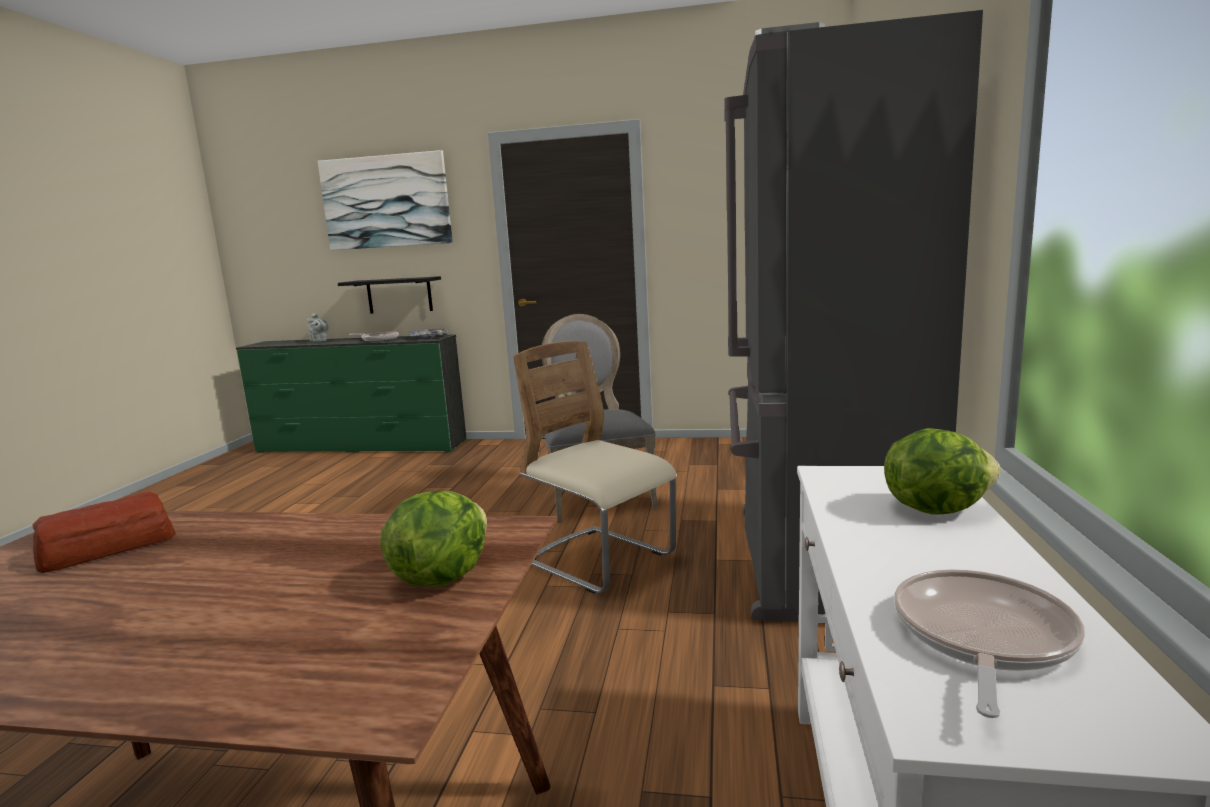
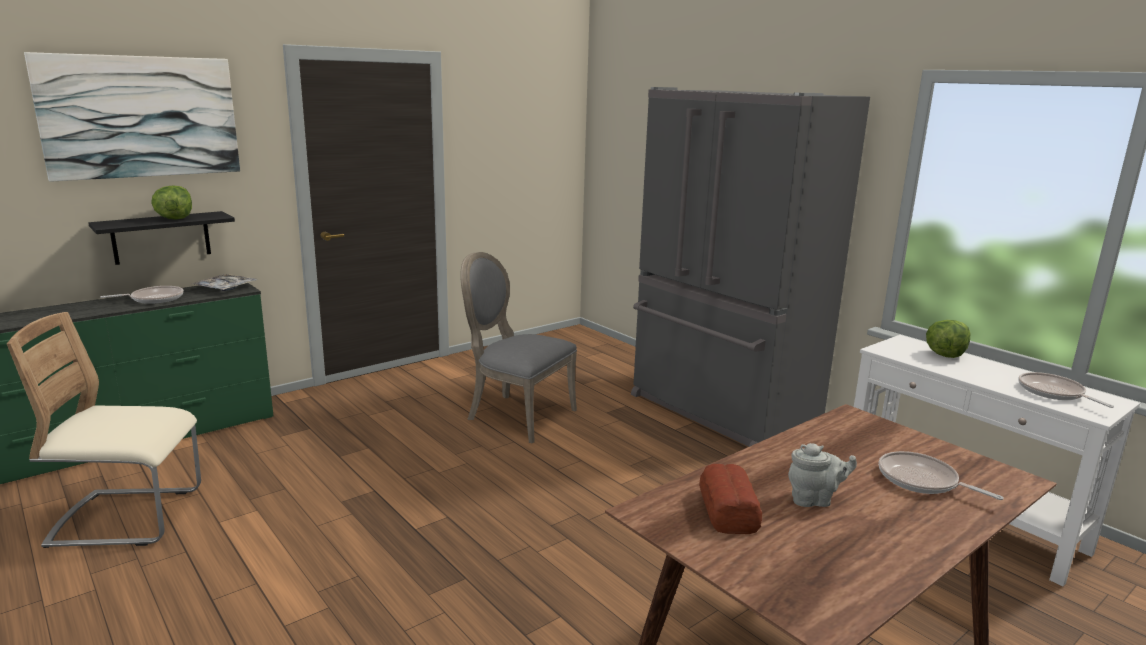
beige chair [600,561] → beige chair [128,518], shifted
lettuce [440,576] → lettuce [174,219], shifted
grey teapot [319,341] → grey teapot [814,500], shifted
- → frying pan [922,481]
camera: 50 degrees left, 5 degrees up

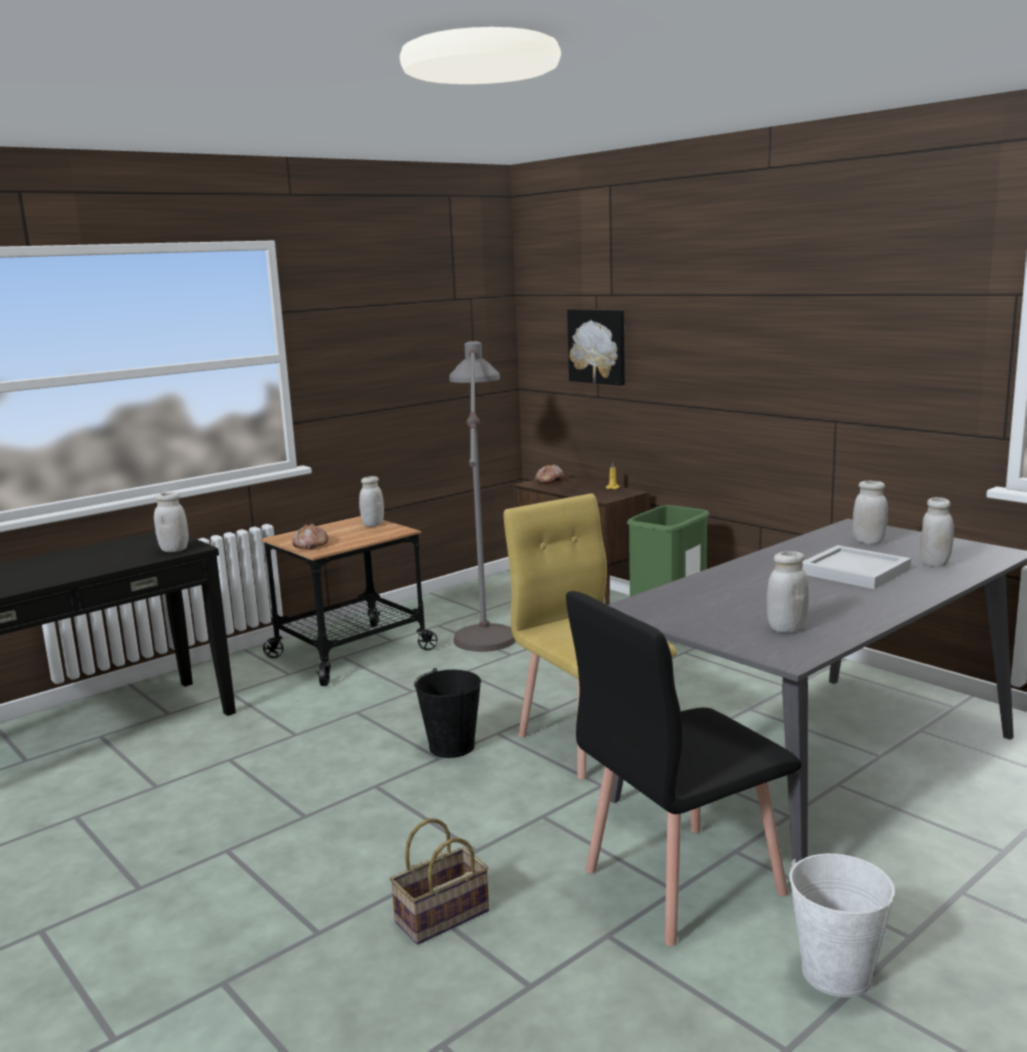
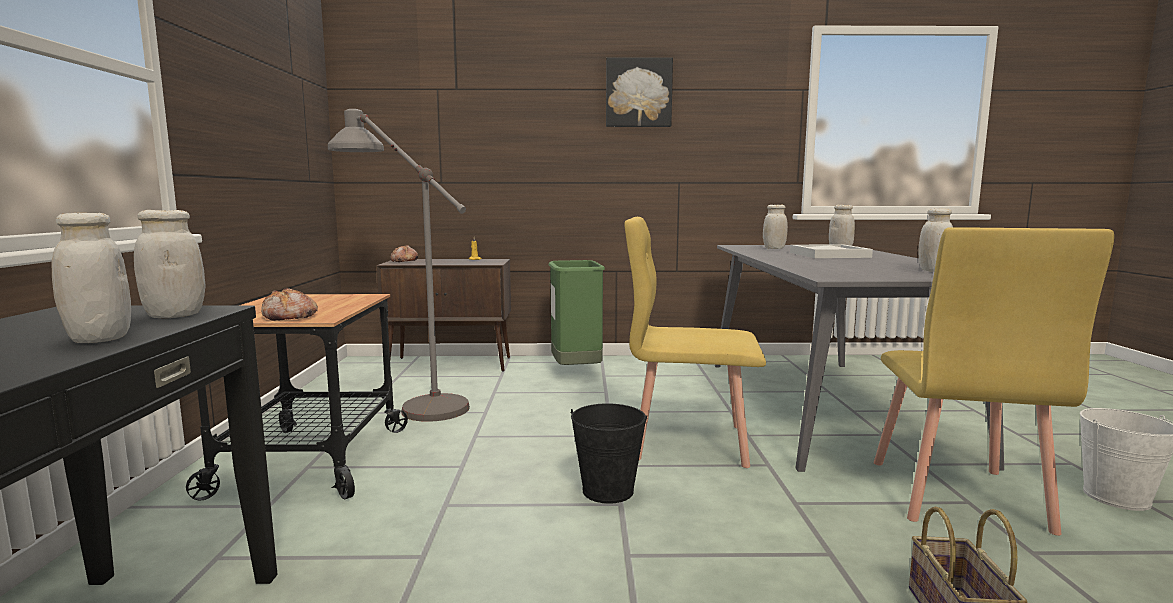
white jar [373,524] → white jar [99,339], shifted
picture [598,346] → picture [638,93], shifted
black chair [681,881] → yellow chair [955,495]
camera: 50 degrees left, 5 degrees down

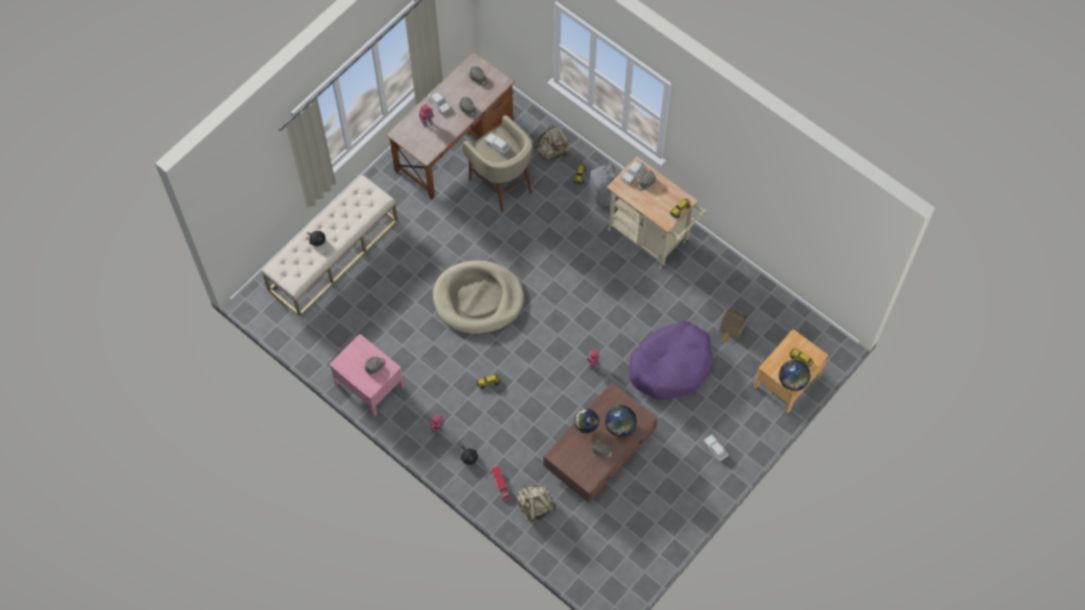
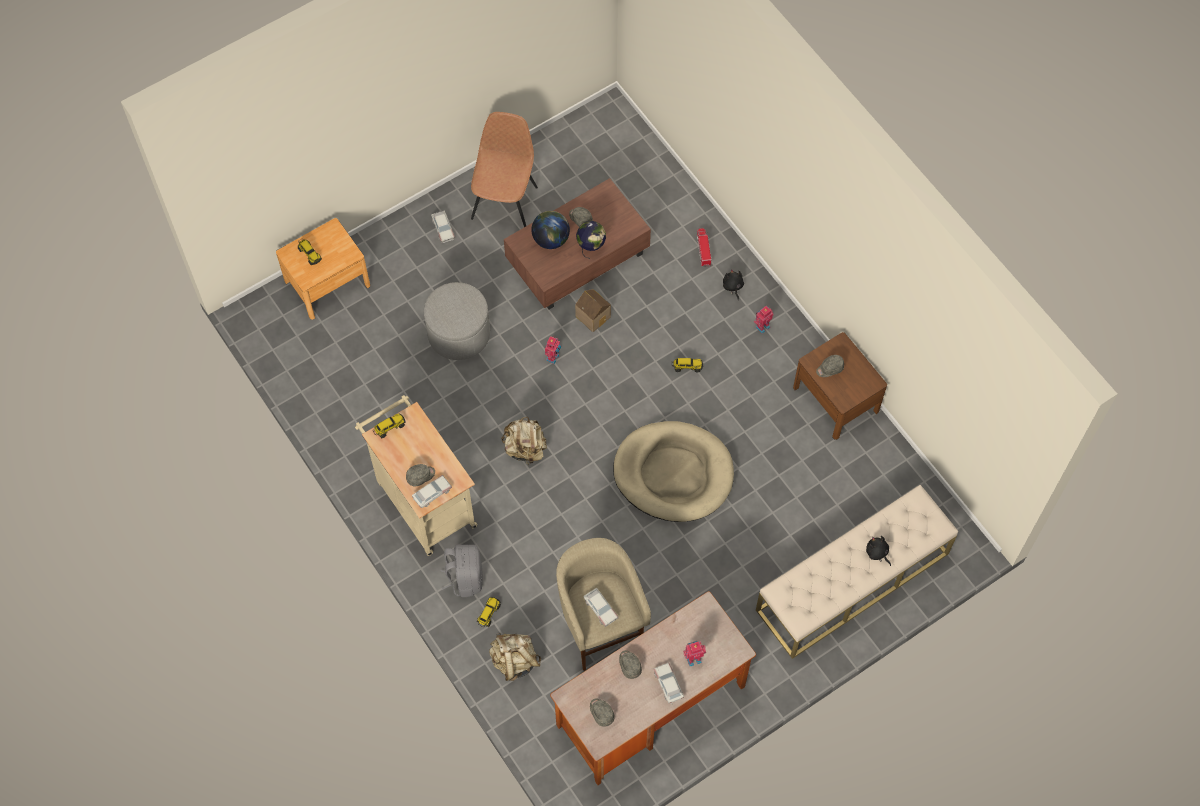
purple dog bed [671,365] → grey ottoman [459,333]
- → brown chair [505,201]
beige backpack [535,506] → beige backpack [525,449], shifted
toy house [732,329] → toy house [594,315], shifted
pink nightstand [369,384] → brown nightstand [836,399]
globe [792,381] → -
camera: 165 degrees left, 0 degrees up

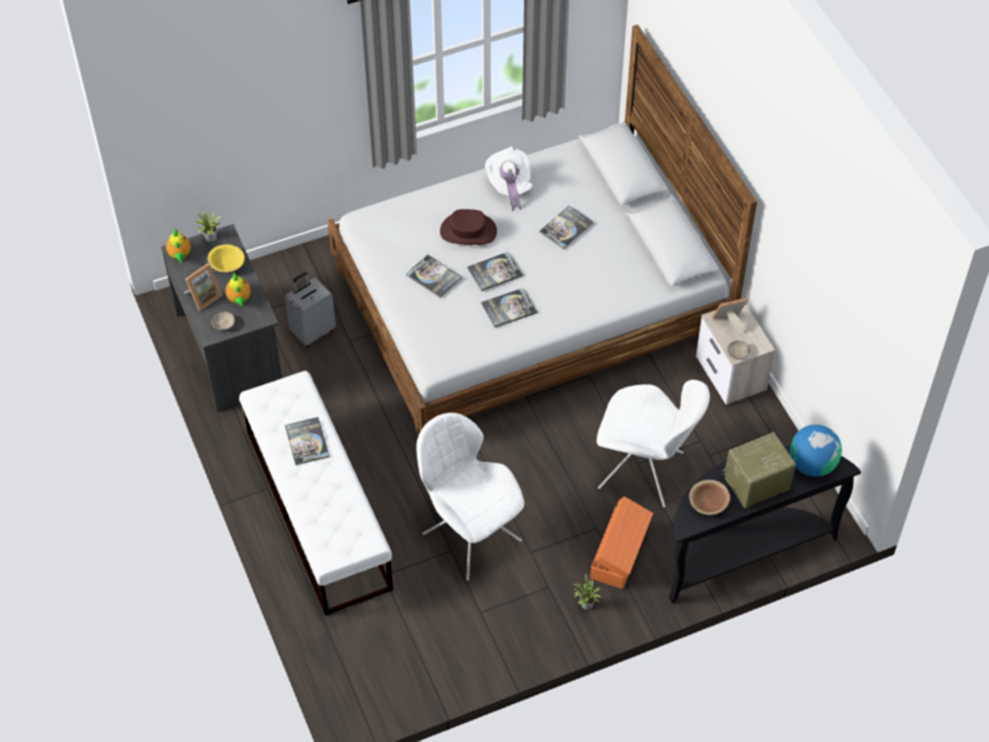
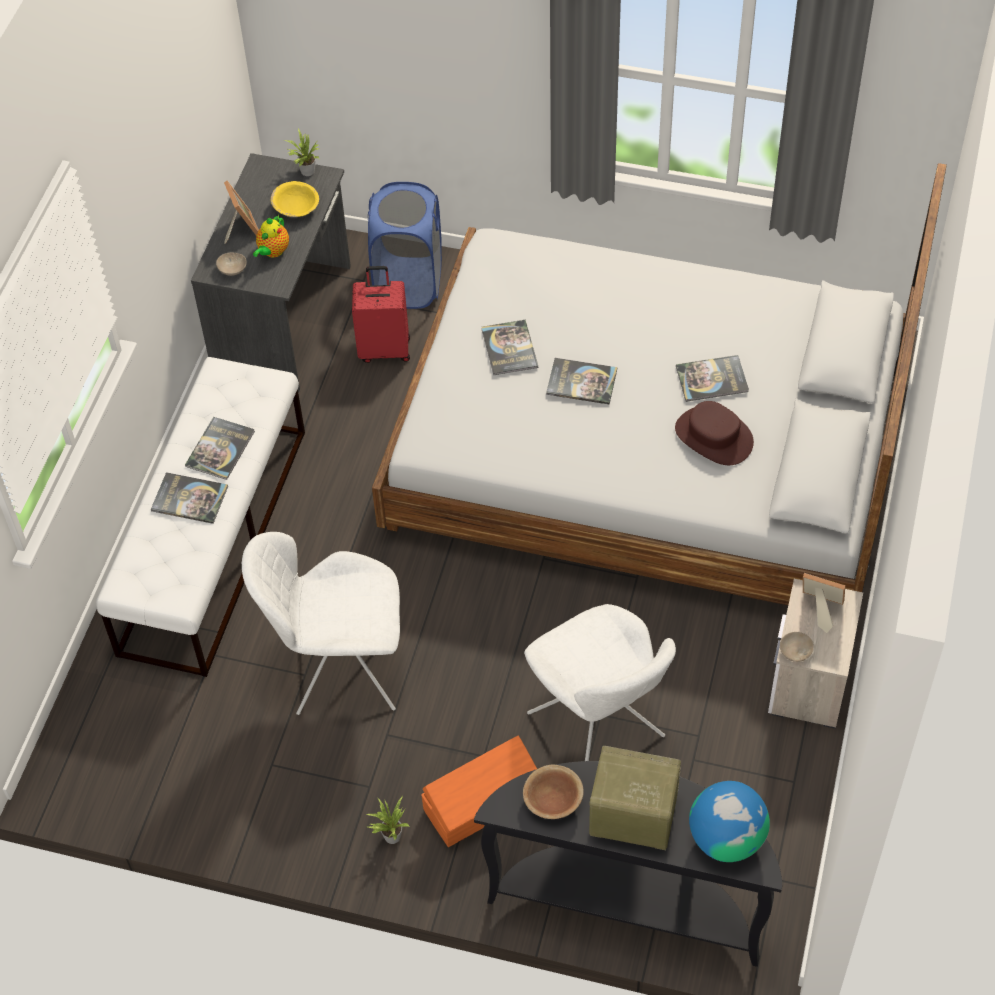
book [508,308] → book [189,499], shifted
picture frame [203,297] → picture frame [241,228], 105 degrees counterclockwise
white chair [469,534] → white chair [340,670], 90 degrees counterclockwise
grey suitcase [313,331] → red suitcase [385,349]
- → blue laundry basket [409,283]
brown hat [468,231] → brown hat [713,437], shifted
teapot [180,255] → -
white hat [509,186] → -
camera: 40 degrees right, 0 degrees up

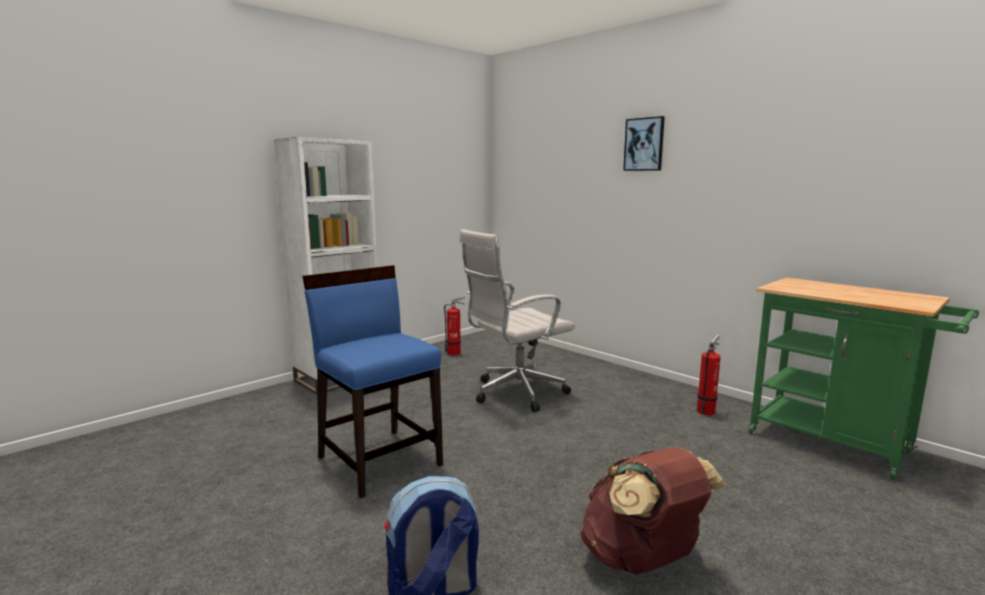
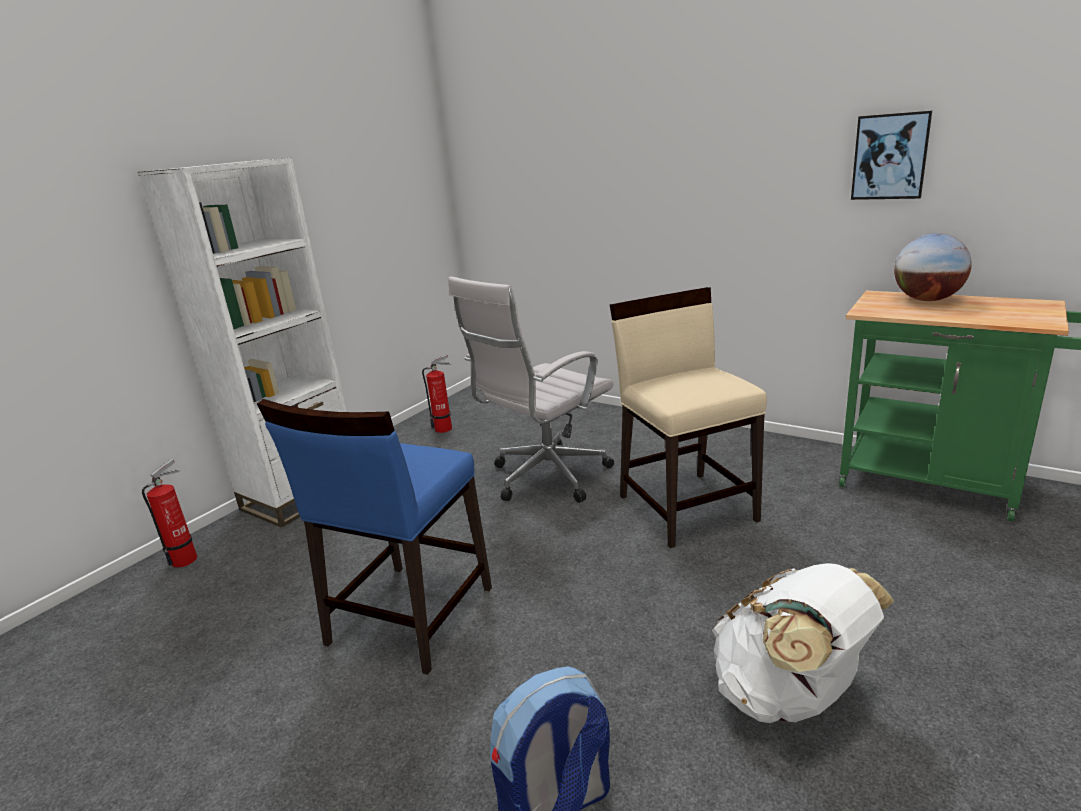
fire extinguisher [706,410] → fire extinguisher [187,558], shifted
blue chair [380,460] → blue chair [409,616], 105 degrees counterclockwise
- → beige chair [687,507]
brown backpack [642,560] → white backpack [788,695]
picture [644,144] → picture [890,156], shifted
- → globe [927,300]
camera: 10 degrees left, 10 degrees up

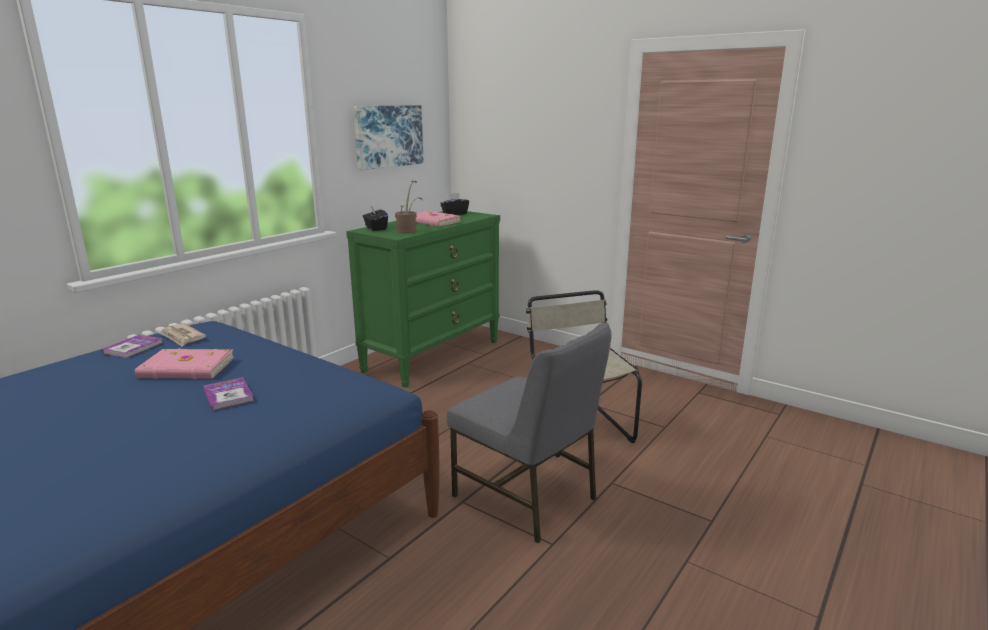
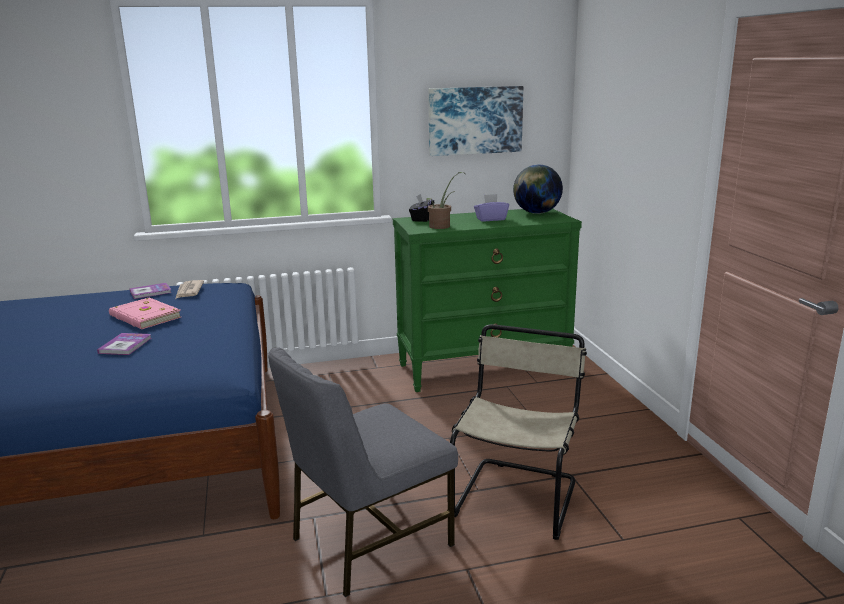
grey chair [527,497] → grey chair [368,541], 60 degrees clockwise
pink book [432,221] → purple tissue box [490,219]
black tissue box [454,214] → globe [536,213]
camera: 40 degrees right, 0 degrees up

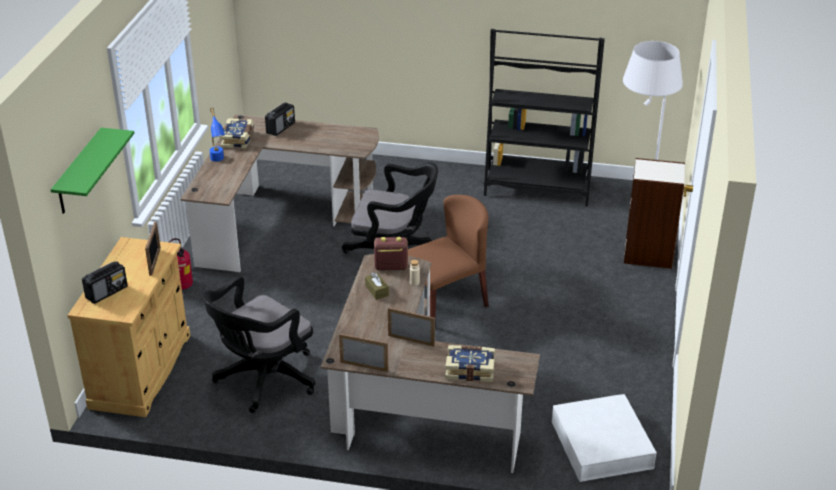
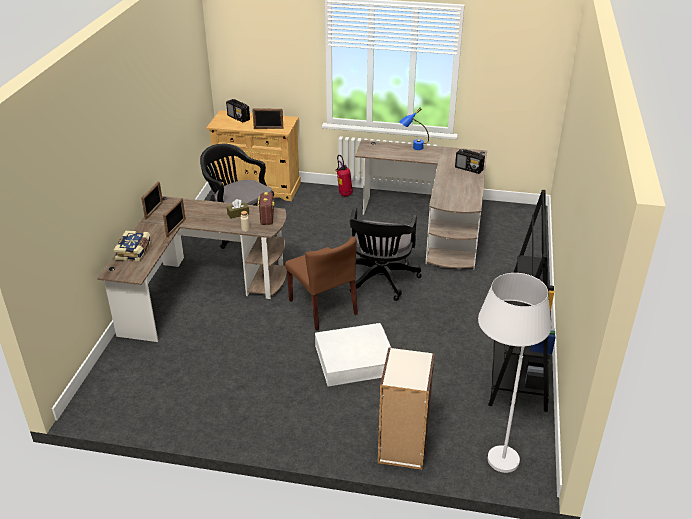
white storage box [601,444] → white storage box [354,360], shifted
green shelf [79,172] → -
book [238,139] → -
camera: 90 degrees right, 0 degrees up

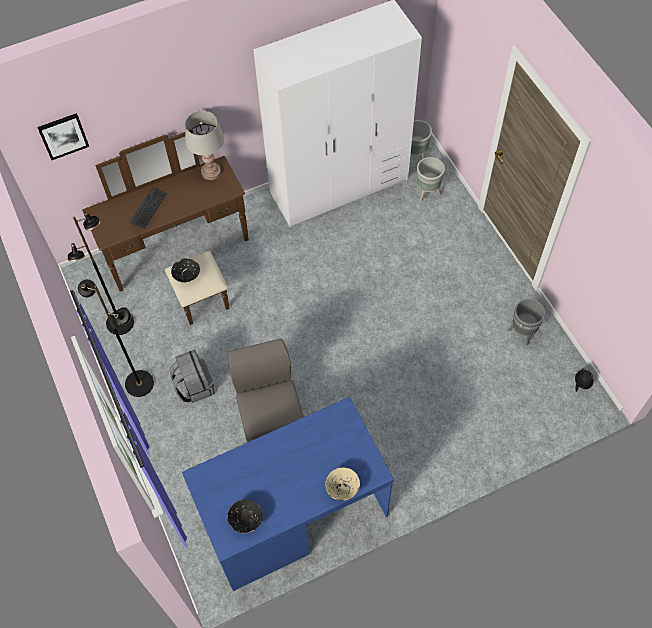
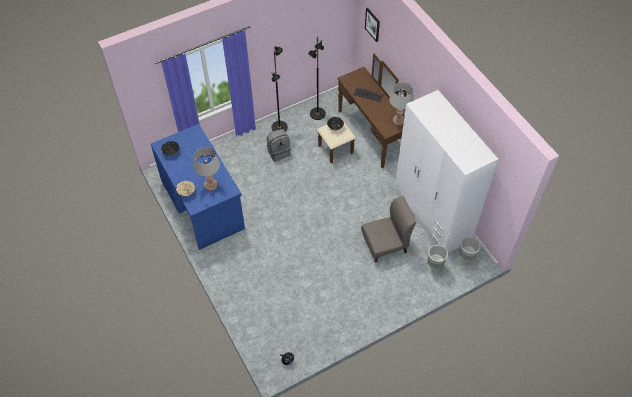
- → grey table lamp [210,185]
grey chair [270,415] → grey chair [385,245], shifted
grey planter [522,333] → -
camera: 85 degrees right, 5 degrees down

